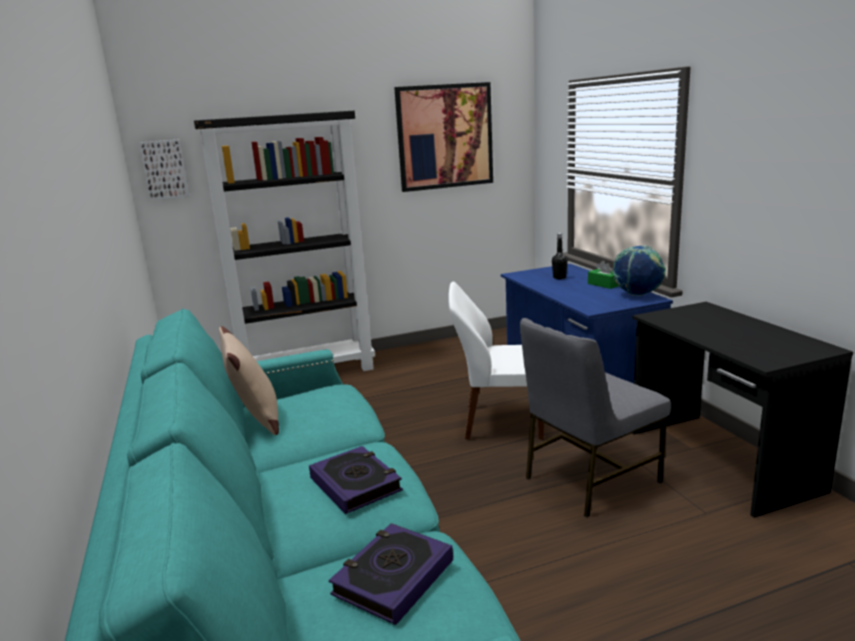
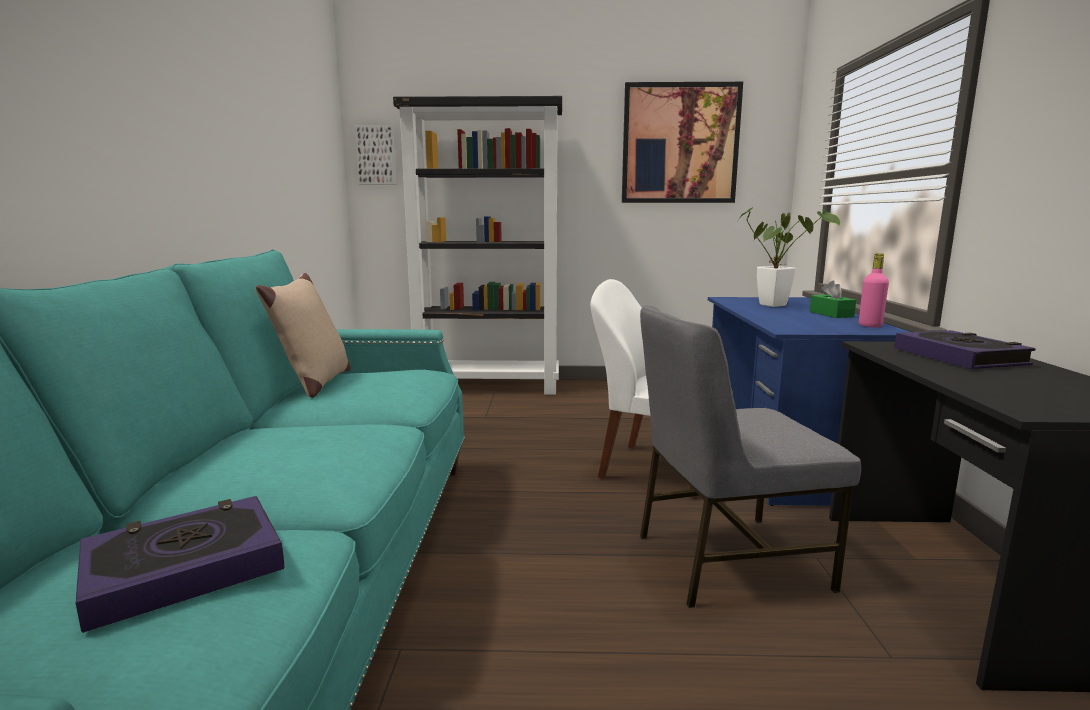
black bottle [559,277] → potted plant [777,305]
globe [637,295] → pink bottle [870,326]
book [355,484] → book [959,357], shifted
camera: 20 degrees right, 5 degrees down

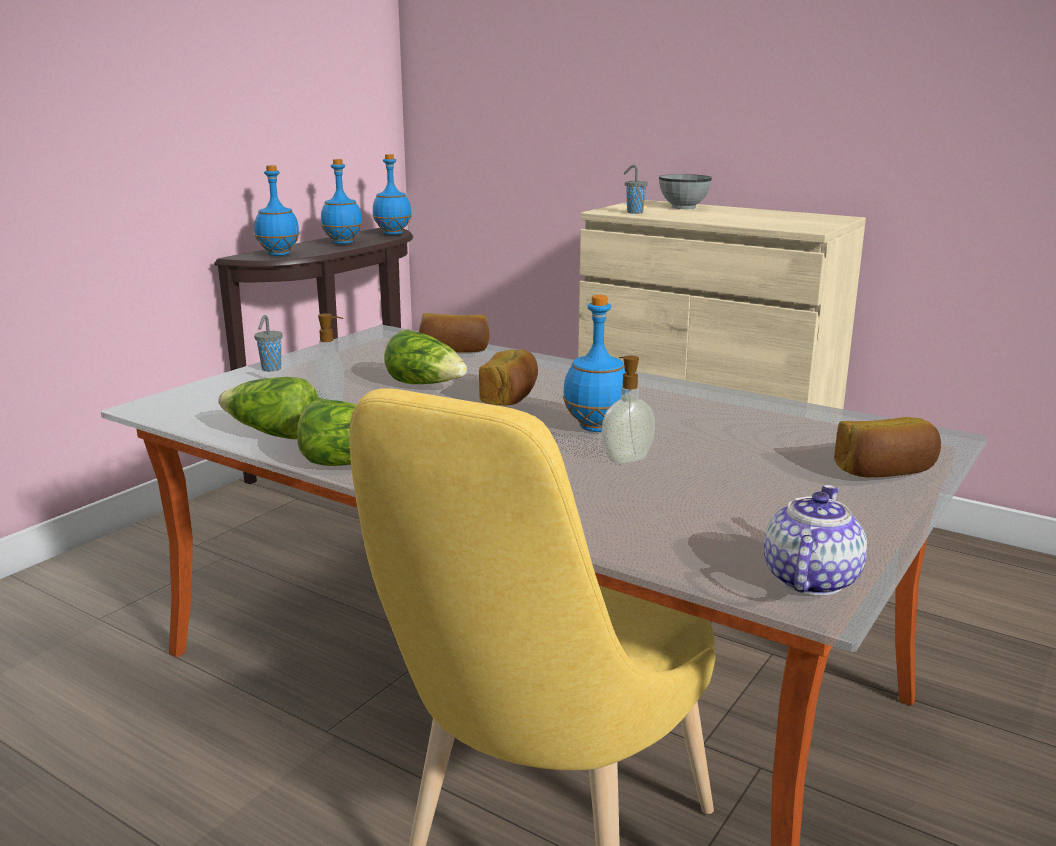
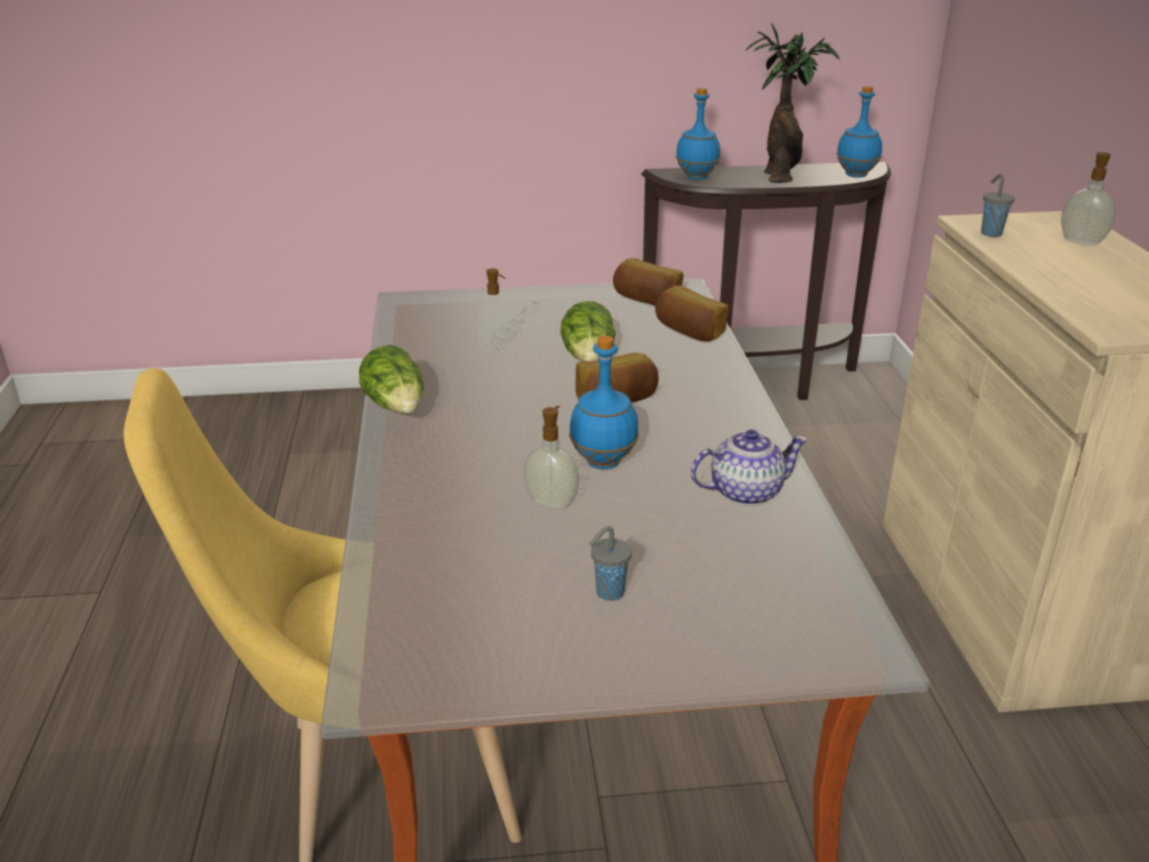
grey cup [270,369] → grey cup [608,593], shifted
bread [885,471] → bread [647,300], shifted
teapot [809,580] → teapot [744,492], shifted
blue bottle [342,243] → potted plant [780,176]
grey bowl [683,207] → soap dispenser [1082,241]
lettuce [272,434] → -
camera: 50 degrees right, 10 degrees up

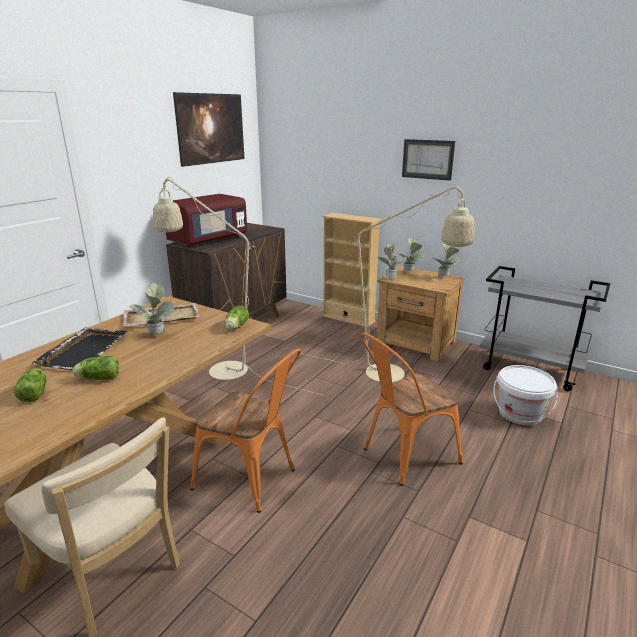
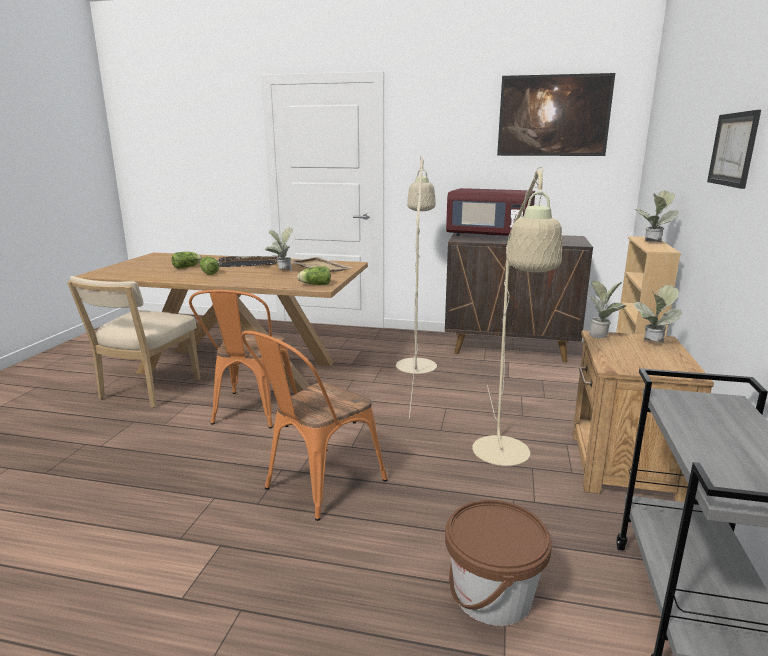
orange chair [404,456] → orange chair [316,487], 90 degrees counterclockwise
white bucket [520,413] → brown bucket [492,595]
potted plant [445,278] → potted plant [652,243], shifted
camera: 70 degrees right, 5 degrees down

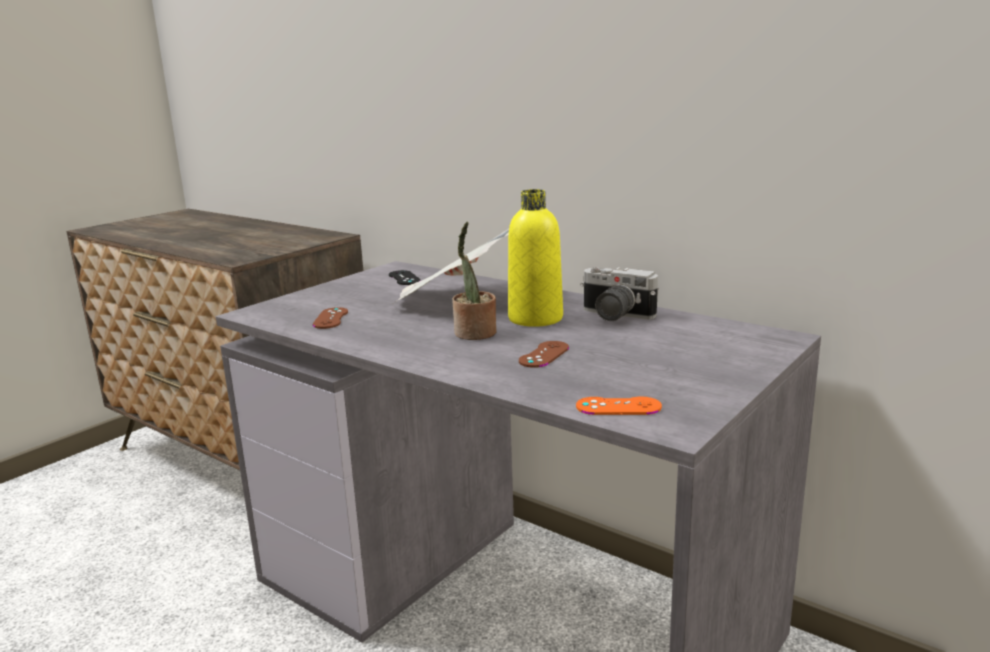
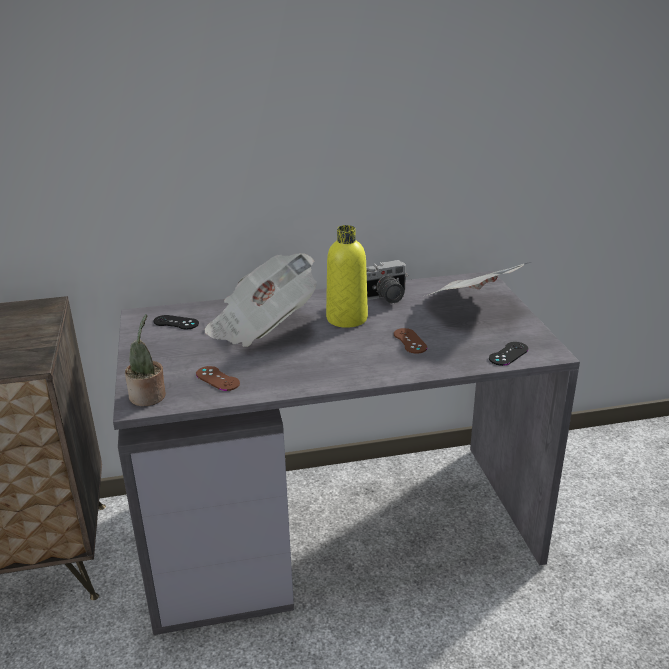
potted plant [474,334] → potted plant [149,397], shifted
- → newspaper [472,305]
orange game controller [618,406] → black game controller [508,354]
camera: 50 degrees left, 10 degrees up

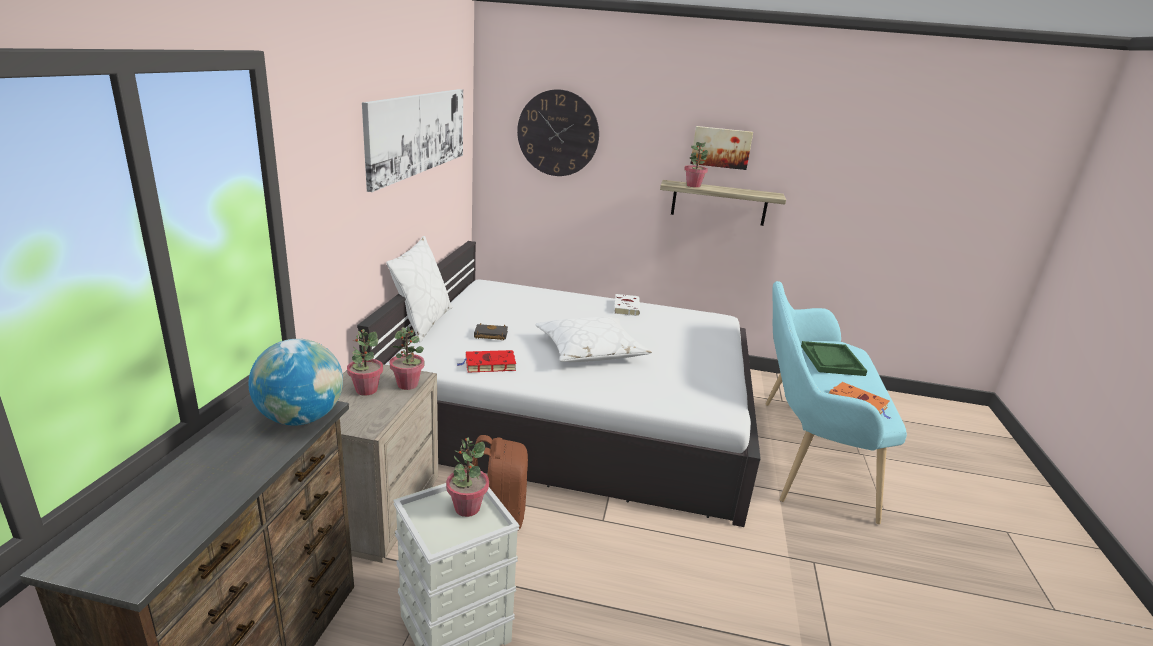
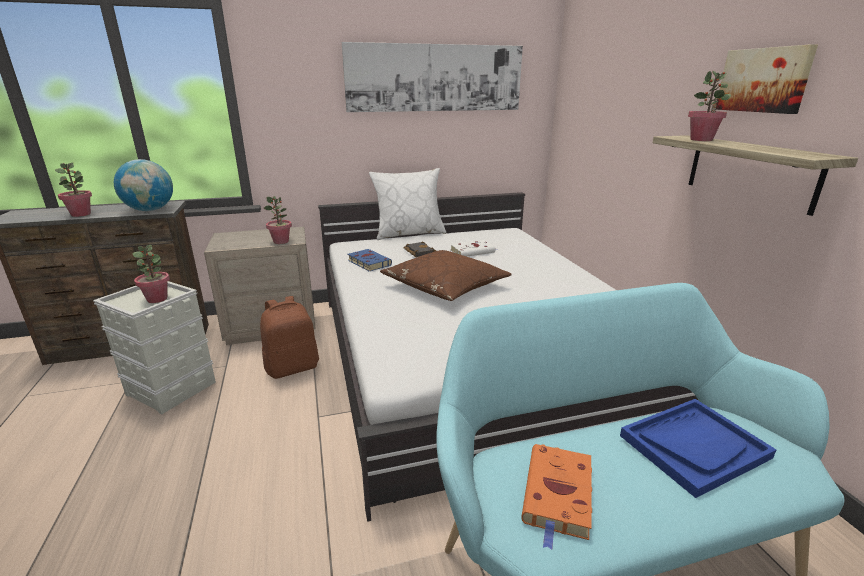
potted plant [366,390] → potted plant [81,214], shifted
red book [488,364] → blue book [368,262]
white pillow [590,350] → brown pillow [445,286]
white book [626,307] → white book [473,251], shifted
green tray [831,360] → blue tray [694,446]
wall clock [558,133] → -
camera: 65 degrees right, 0 degrees up

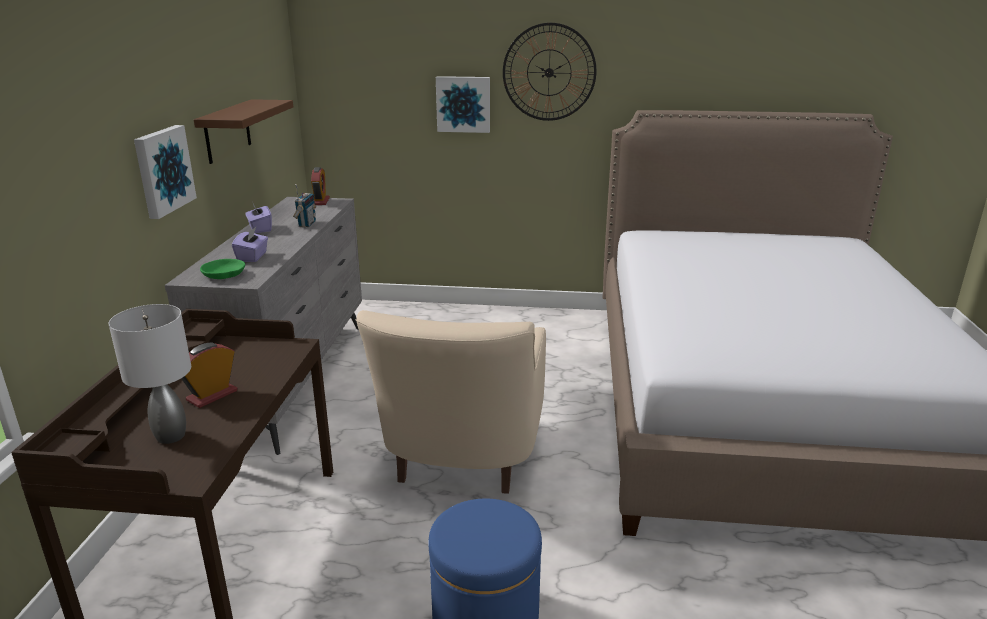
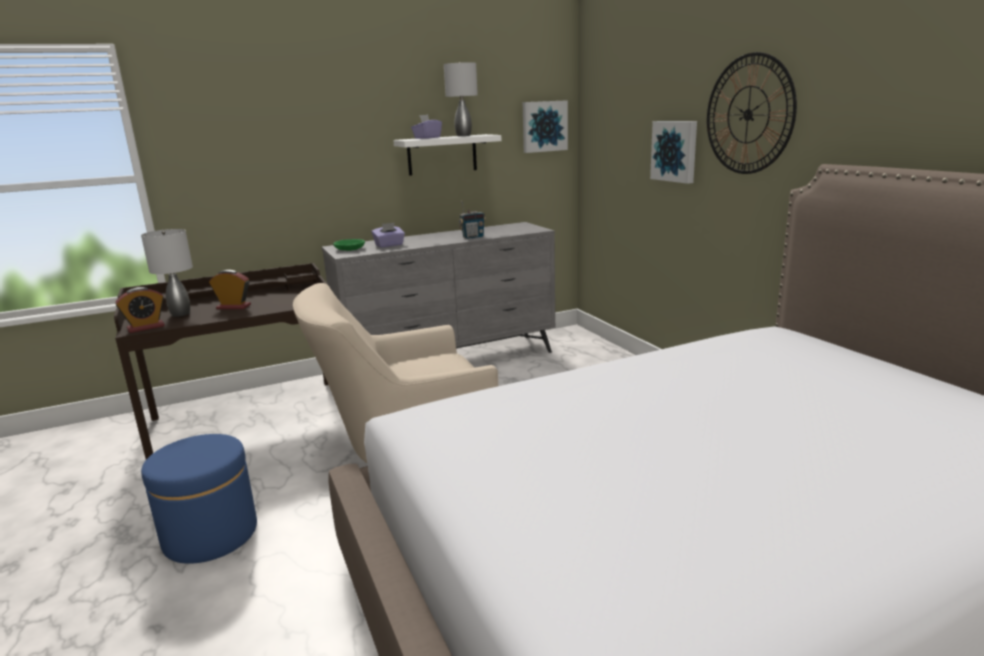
alarm clock [320,201] → alarm clock [146,327], shifted
brown shelf [227,131] → white shelf [442,155]
purple tissue box [260,229] → purple tissue box [427,138], shifted
- → grey table lamp [464,135]
picture [162,170] → picture [544,126], shifted
camera: 60 degrees right, 5 degrees down

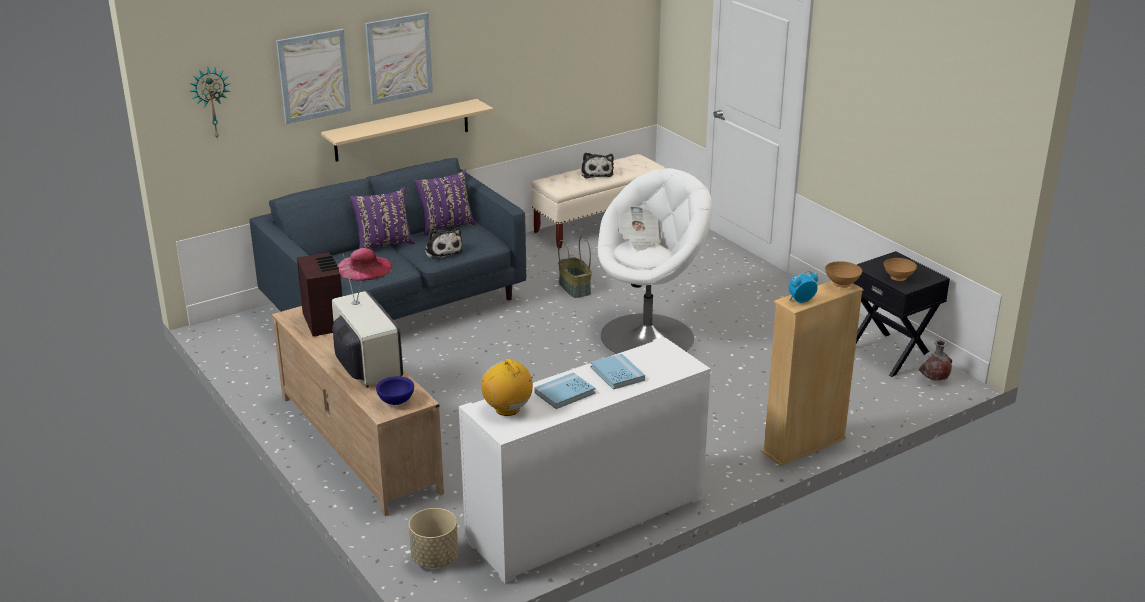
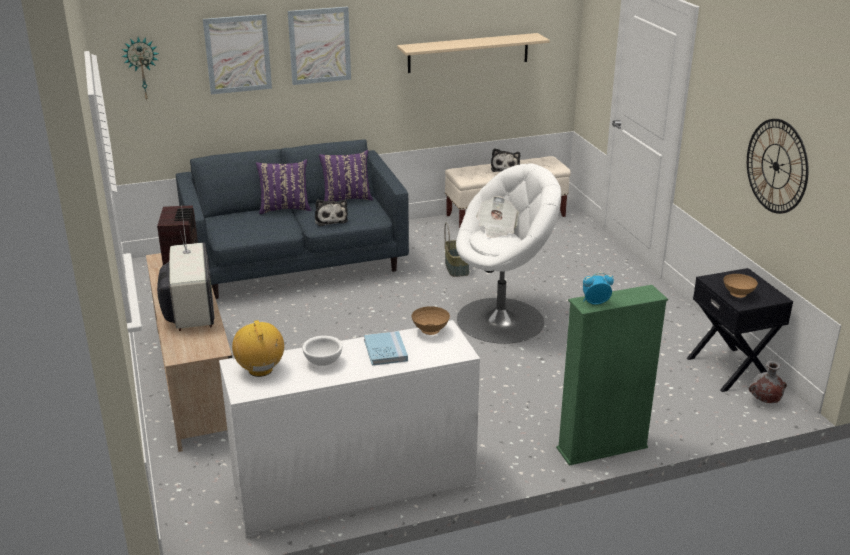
blue book [564,393] → white bowl [323,362]
beige shelf [402,130] → beige shelf [468,53], shifted
brown bowl [841,284] → brown bowl [430,331], shifted
beige bookcase [804,445] → green bookcase [602,448]
- → wall clock [776,166]
pink hat [364,268] → -
blue bowl [395,401] → -
beige planter [434,558] → -
camera: 15 degrees right, 0 degrees up

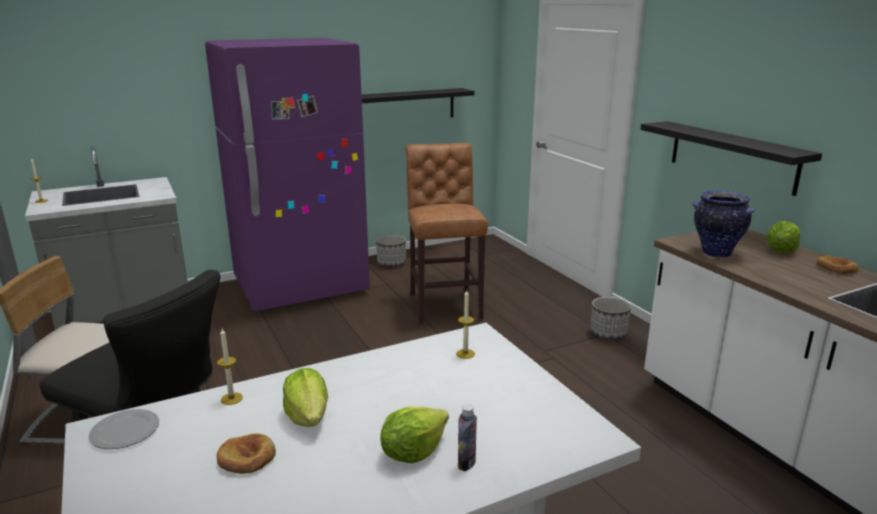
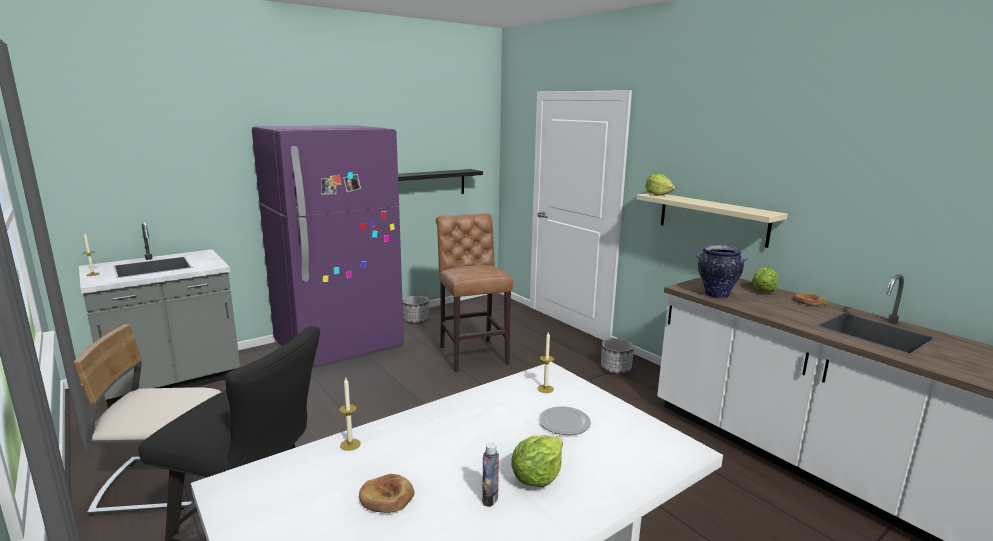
bottle [466,463] → bottle [490,499], shifted
plate [125,431] → plate [564,422], shifted
black shelf [732,156] → beige shelf [712,218]
lettuce [308,416] → lettuce [658,195], shifted
camera: 10 degrees left, 5 degrees down

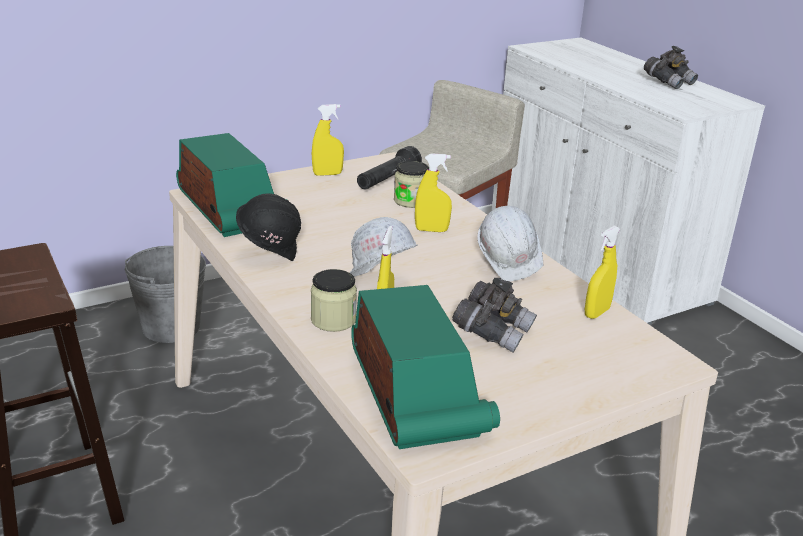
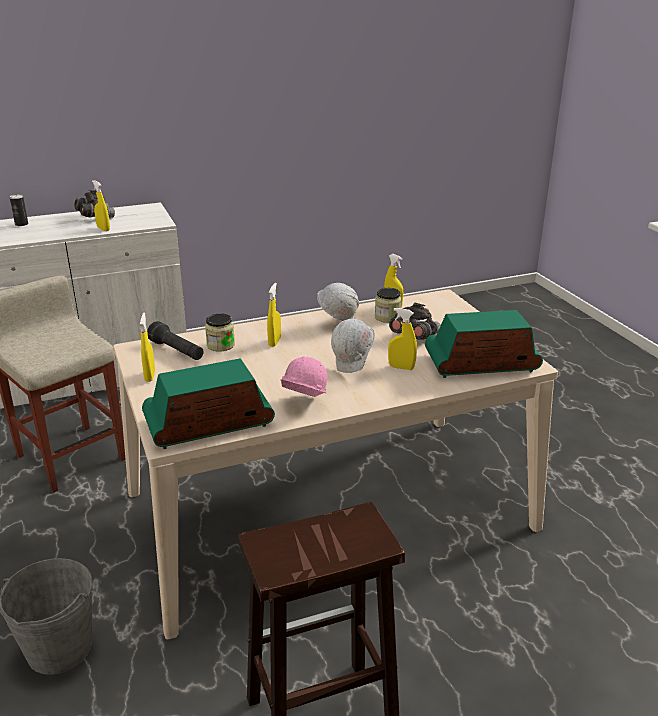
- → can [21,224]
- → yellow spray bottle [103,229]
black hard hat [271,255] → pink hard hat [302,405]
jar [333,320] → jar [387,317], shifted
camera: 80 degrees left, 0 degrees up

